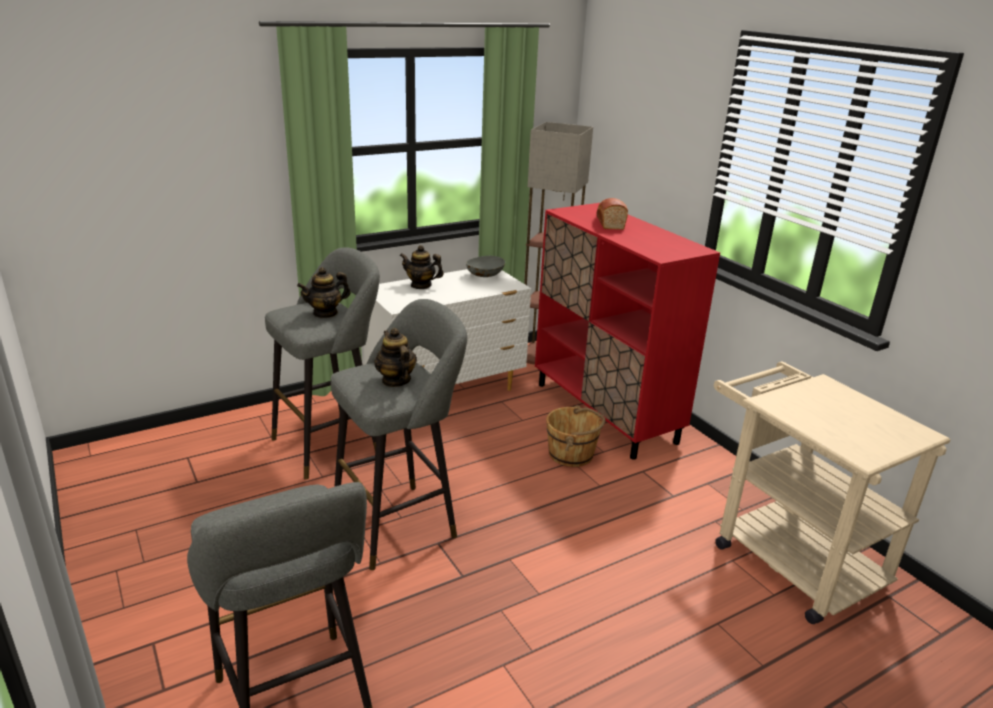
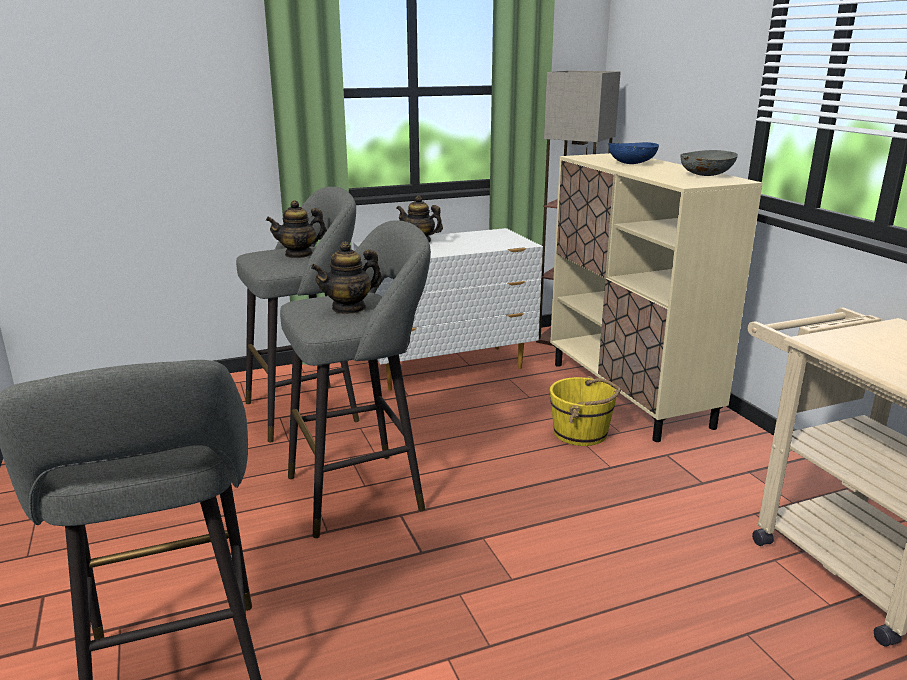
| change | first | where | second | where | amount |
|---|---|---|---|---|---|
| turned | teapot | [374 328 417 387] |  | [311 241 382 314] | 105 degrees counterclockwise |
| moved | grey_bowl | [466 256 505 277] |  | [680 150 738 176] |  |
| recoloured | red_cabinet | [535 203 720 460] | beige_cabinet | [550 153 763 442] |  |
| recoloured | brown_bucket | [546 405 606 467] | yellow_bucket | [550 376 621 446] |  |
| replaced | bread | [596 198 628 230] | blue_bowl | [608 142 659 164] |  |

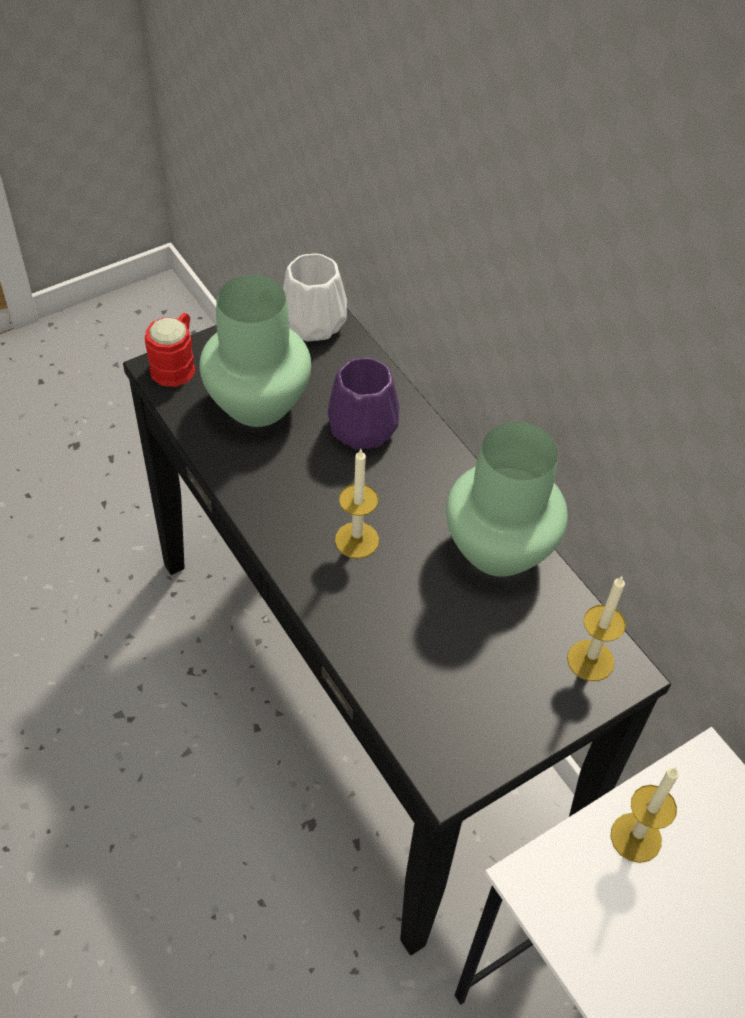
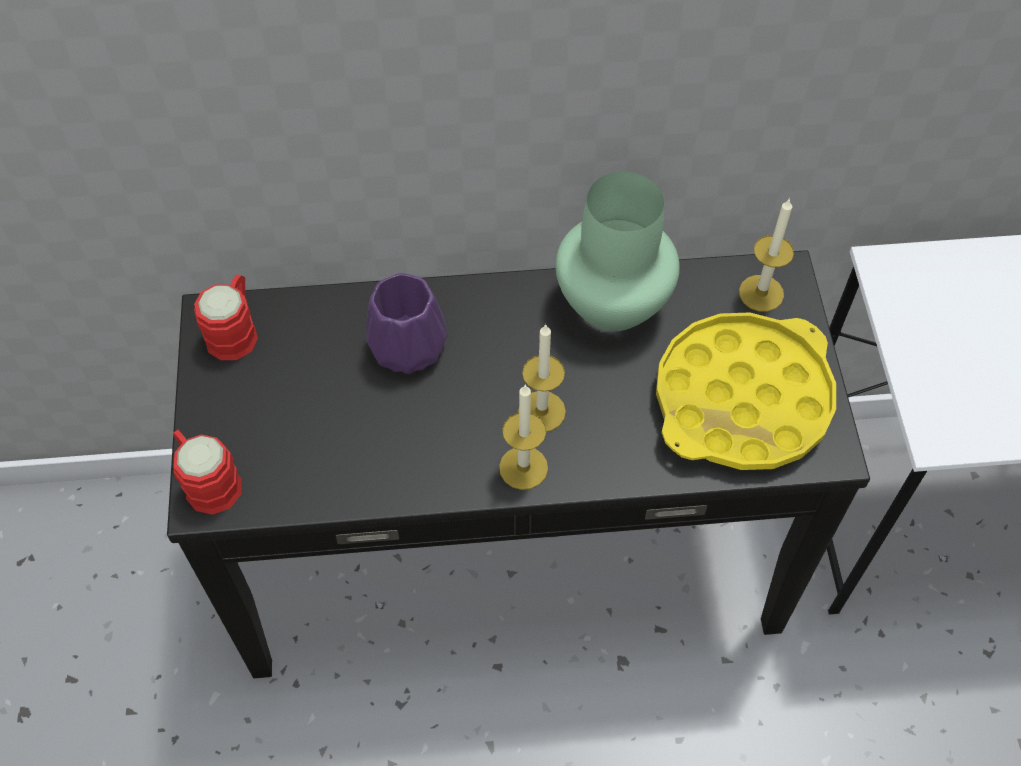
| change | first | where | second | where | amount |
|---|---|---|---|---|---|
| removed | green_vase | [199 275 311 427] |  |  |  |
| replaced | white_vase | [283 253 347 341] | red_mug | [194 274 258 360] |  |
| moved | candle | [611 767 679 863] |  | [499 384 548 490] |  |
| added |  |  | yellow_tray | [656 313 836 470] |  |

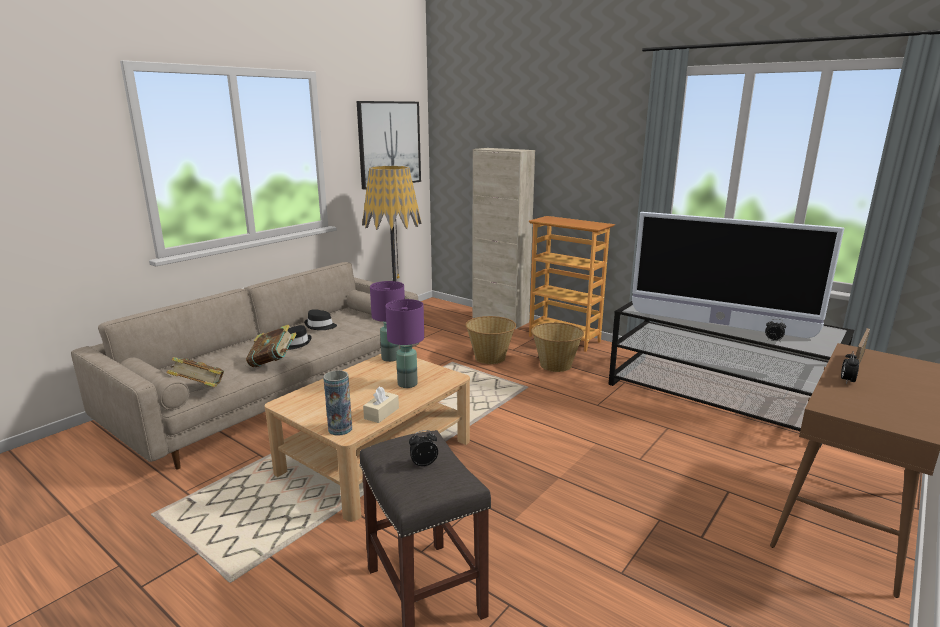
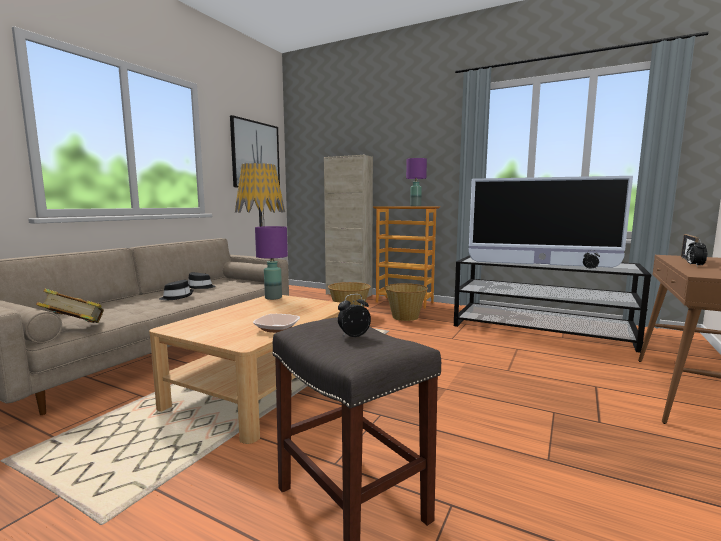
| change | first | where | second | where | amount |
|---|---|---|---|---|---|
| removed | book | [246 325 296 367] |  |  |  |
| removed | vase | [323 370 352 436] |  |  |  |
| replaced | beige_tissue_box | [363 386 399 423] | bowl | [253 314 300 333] |  |
| moved | purple_table_lamp | [386 299 424 388] |  | [406 158 427 206] |  |

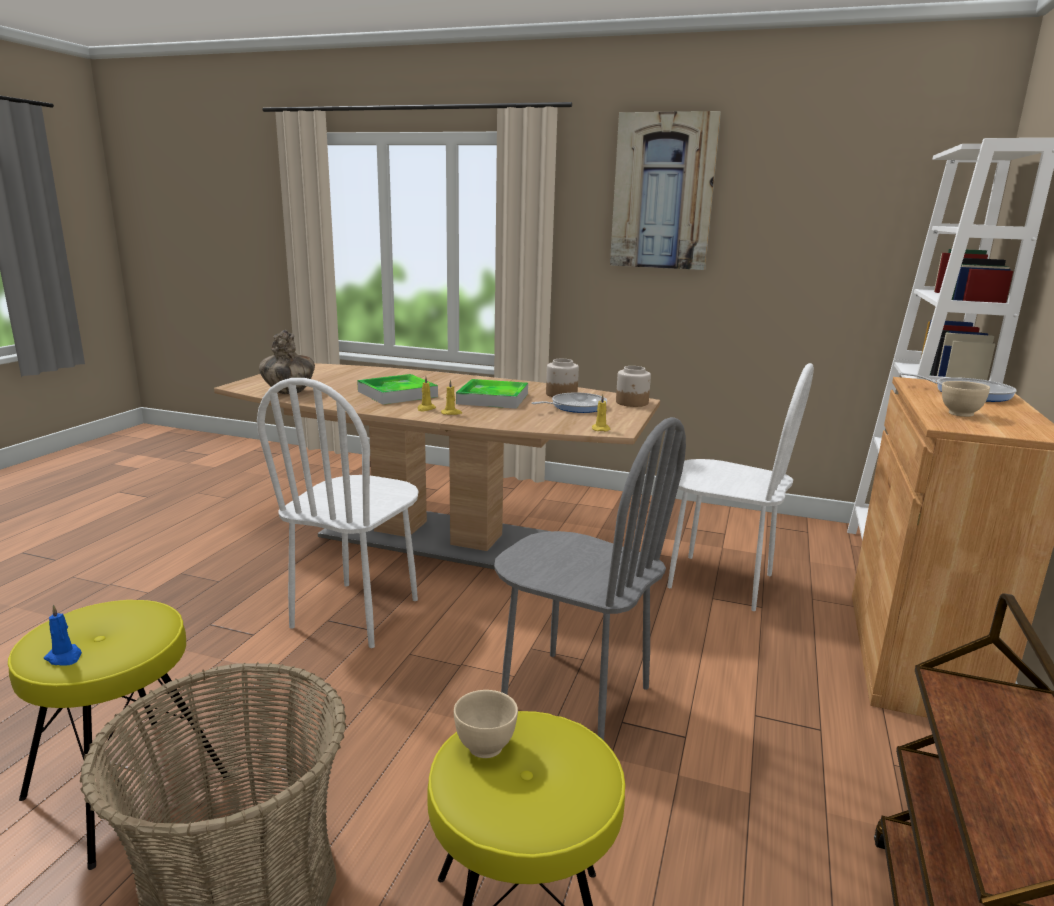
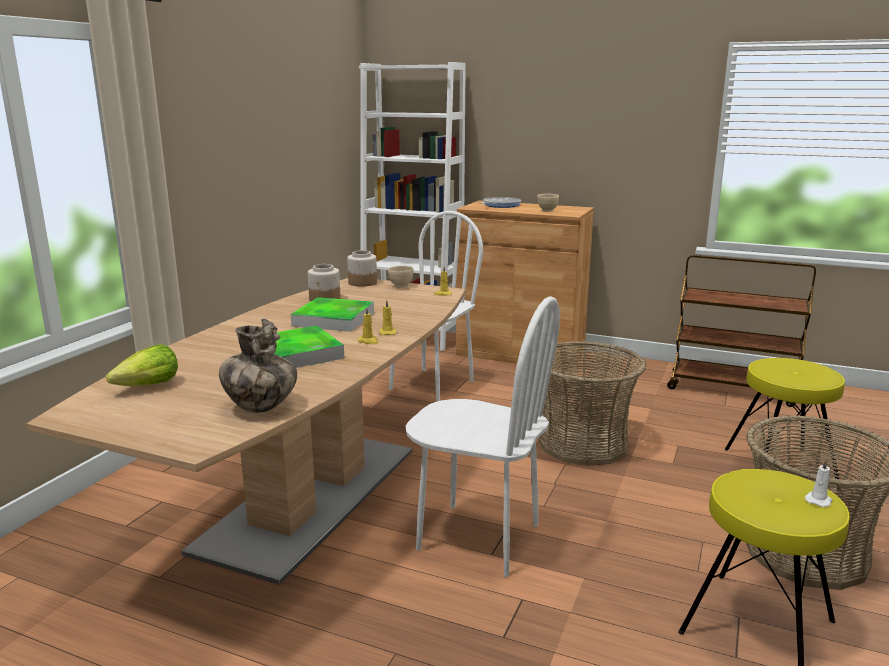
| change | first | where | second | where | amount |
|---|---|---|---|---|---|
| recoloured | blue_candle | [44 605 82 665] | white_candle | [804 459 832 507] |  |
| moved | beige_bowl | [454 690 518 758] |  | [387 266 413 288] |  |
| replaced | grey_chair | [494 417 686 741] | basket | [539 341 646 466] |  |
| removed | frying_pan | [531 392 607 413] |  |  |  |
| removed | picture | [610 111 721 270] |  |  |  |
| added |  |  | lettuce | [106 344 178 386] |  |

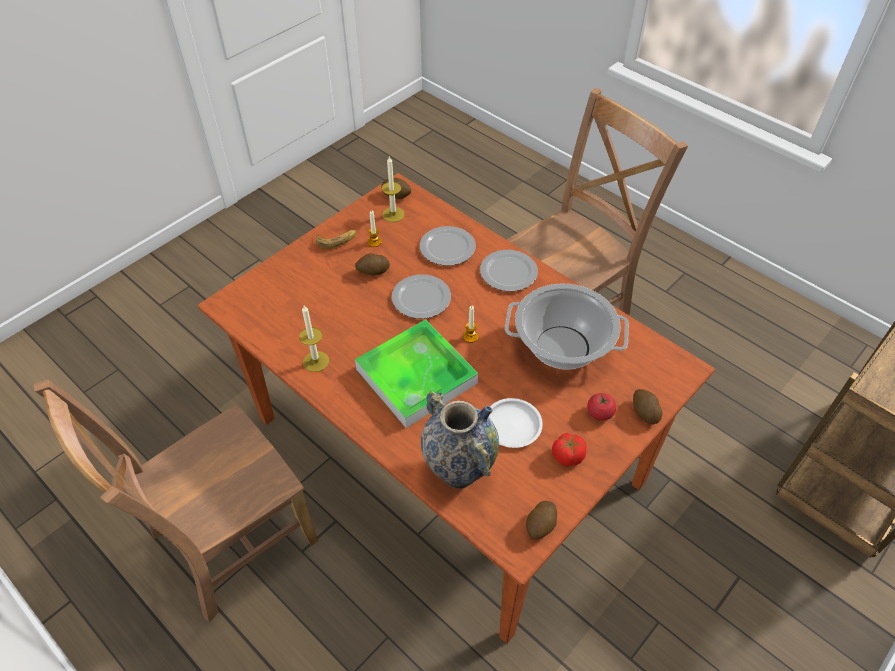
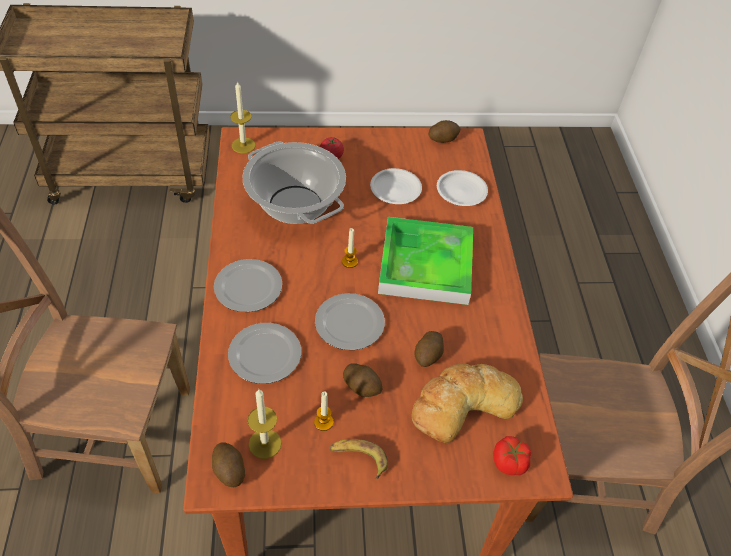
| change | first | where | second | where | amount |
|---|---|---|---|---|---|
| moved | candle | [299 305 329 372] |  | [230 81 255 153] |  |
| replaced | vase | [421 391 499 489] | white_plate | [437 170 488 206] |  |
| moved | tomato | [552 433 586 466] |  | [493 436 531 475] |  |
| moved | potato | [633 389 663 424] |  | [415 331 444 367] |  |
| added |  |  | bread | [411 364 523 443] |  |

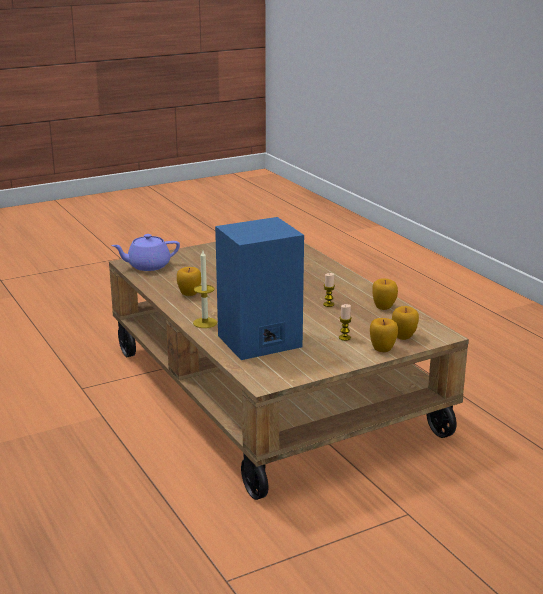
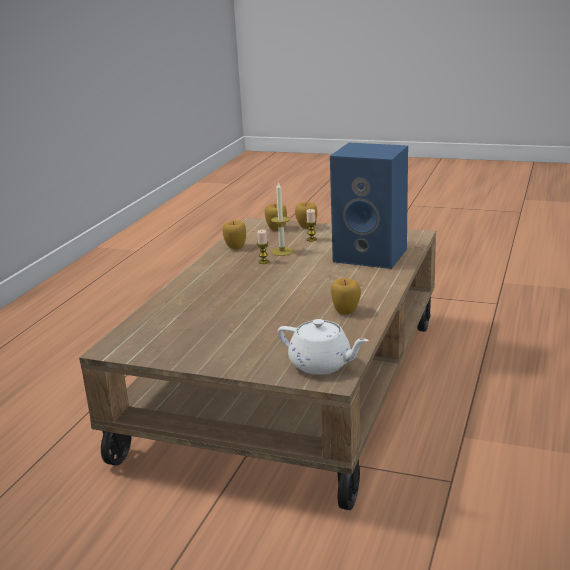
| change | first | where | second | where | amount |
|---|---|---|---|---|---|
| recoloured | purple_teapot | [111 234 180 271] | white_teapot | [278 319 369 375] |  |
| moved | candle | [193 251 217 328] |  | [271 181 293 256] |  |

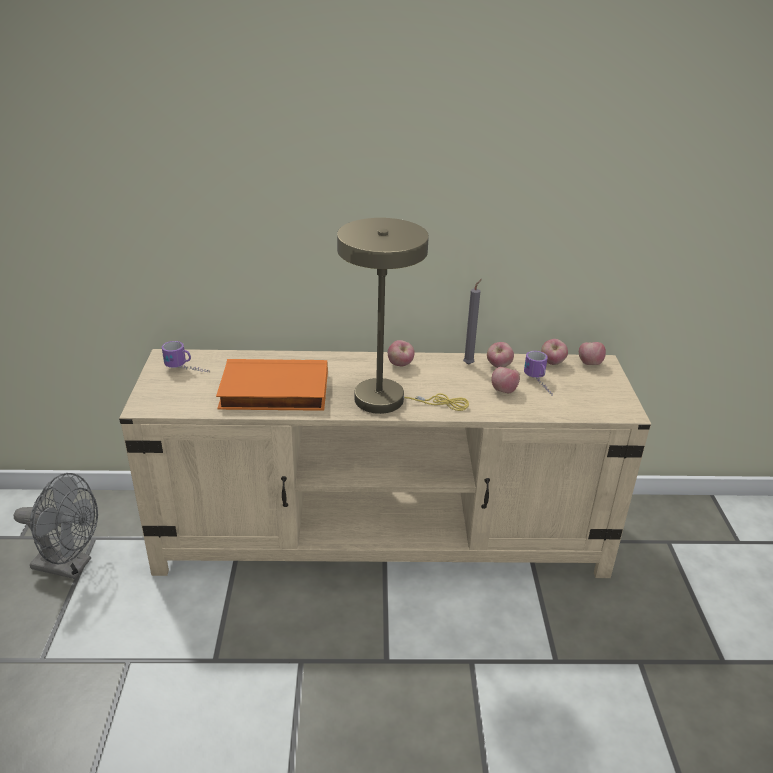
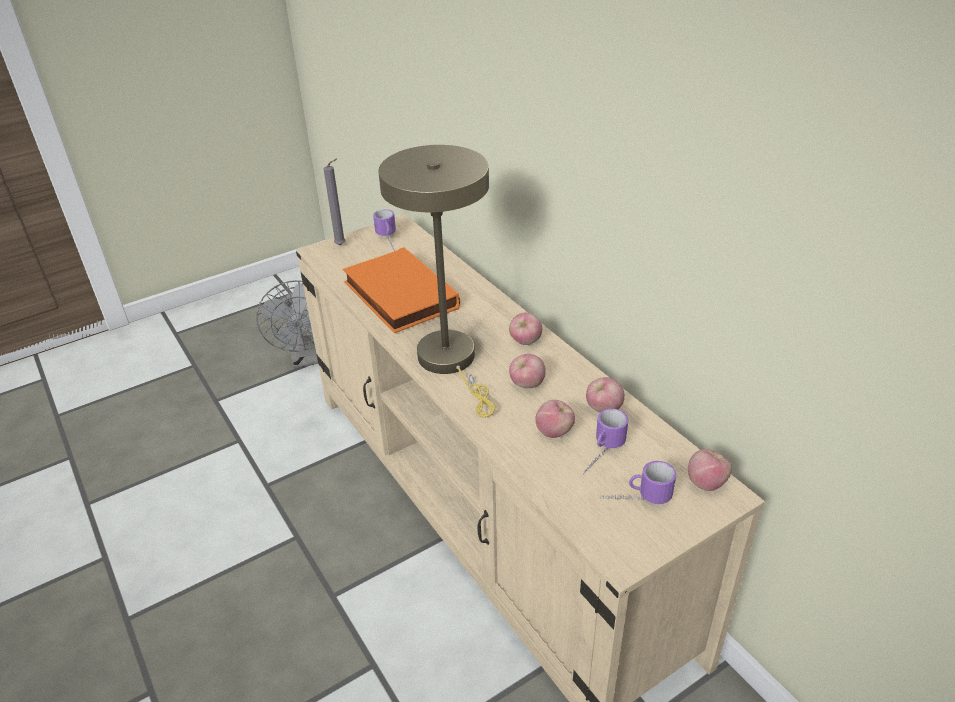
| change | first | where | second | where | amount |
|---|---|---|---|---|---|
| moved | grey_candle | [463 278 482 365] |  | [324 158 346 246] |  |
| moved | apple | [541 339 568 365] |  | [509 354 546 388] |  |
| added |  |  | mug | [600 461 676 504] |  |

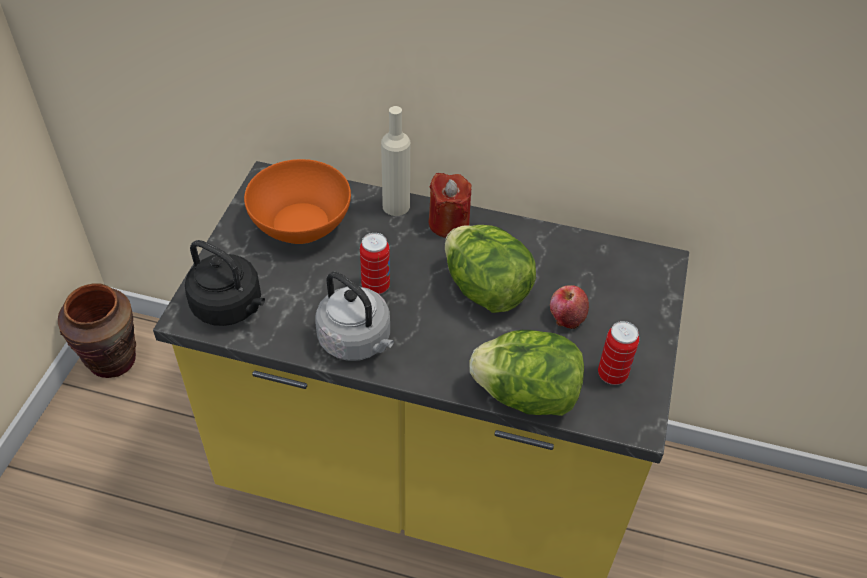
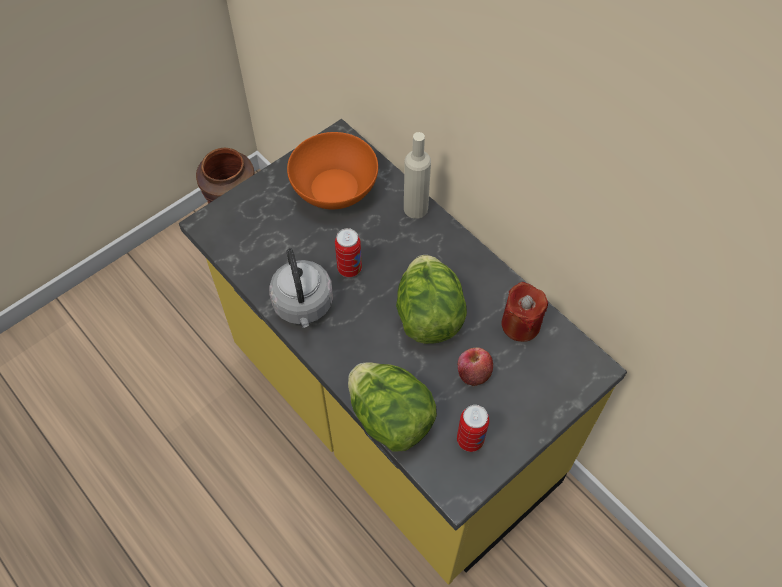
| change | first | where | second | where | amount |
|---|---|---|---|---|---|
| removed | black_kettle | [185 240 265 326] |  |  |  |
| moved | red_candle | [429 173 471 238] |  | [501 282 548 342] |  |

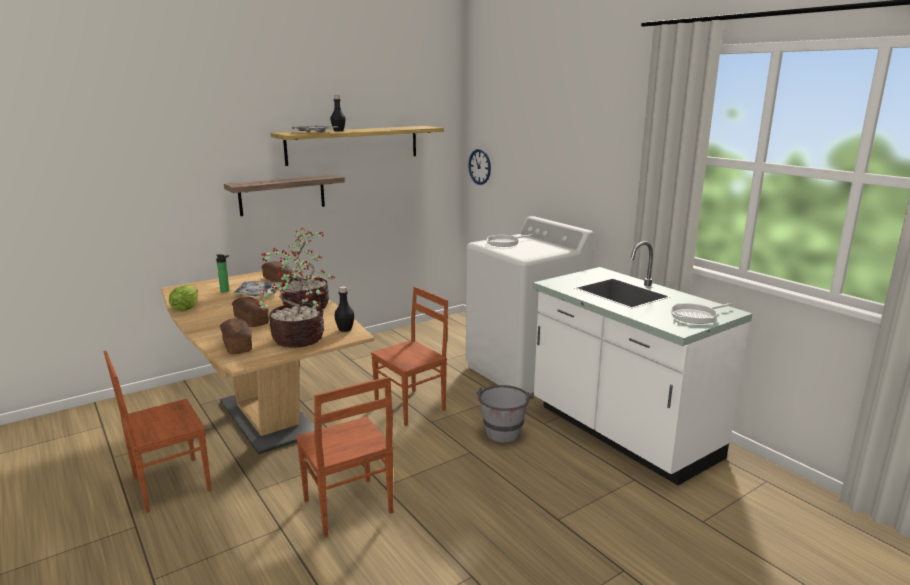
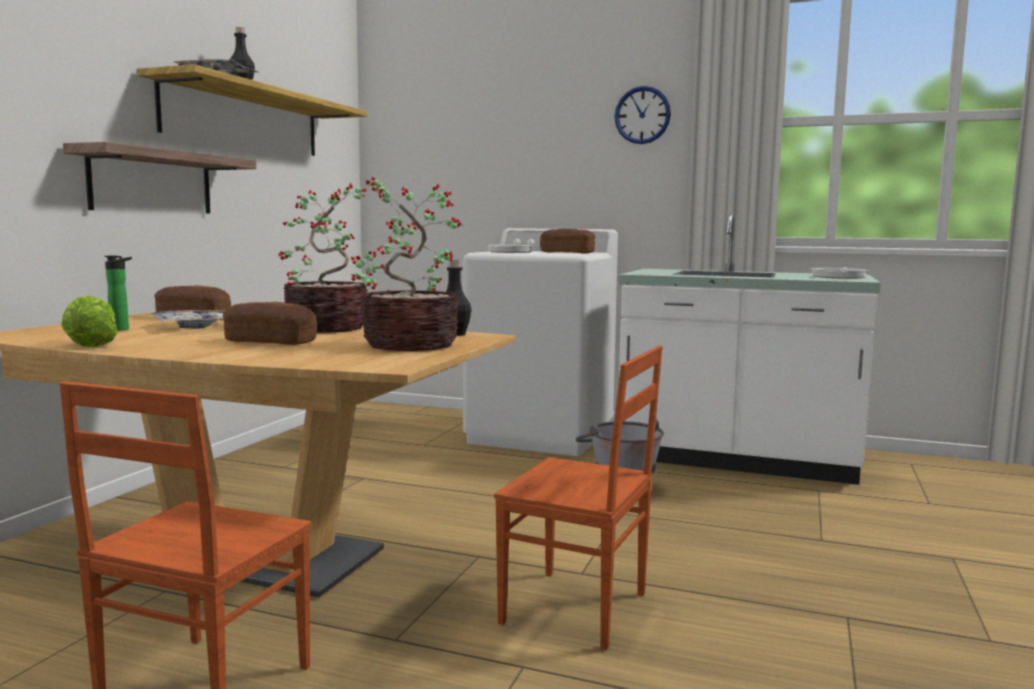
| change | first | where | second | where | amount |
|---|---|---|---|---|---|
| moved | bread | [220 318 252 354] |  | [540 229 595 254] |  |
| removed | brown_chair | [371 286 448 426] |  |  |  |
| moved | wall_clock | [468 149 491 185] |  | [614 86 671 144] |  |

